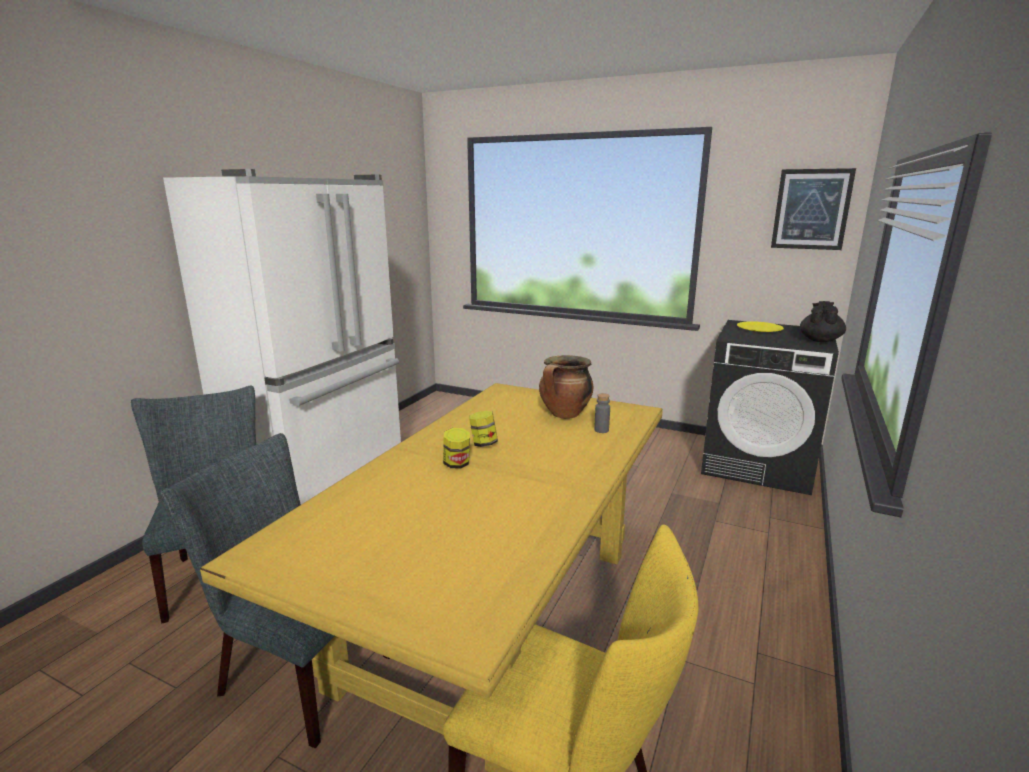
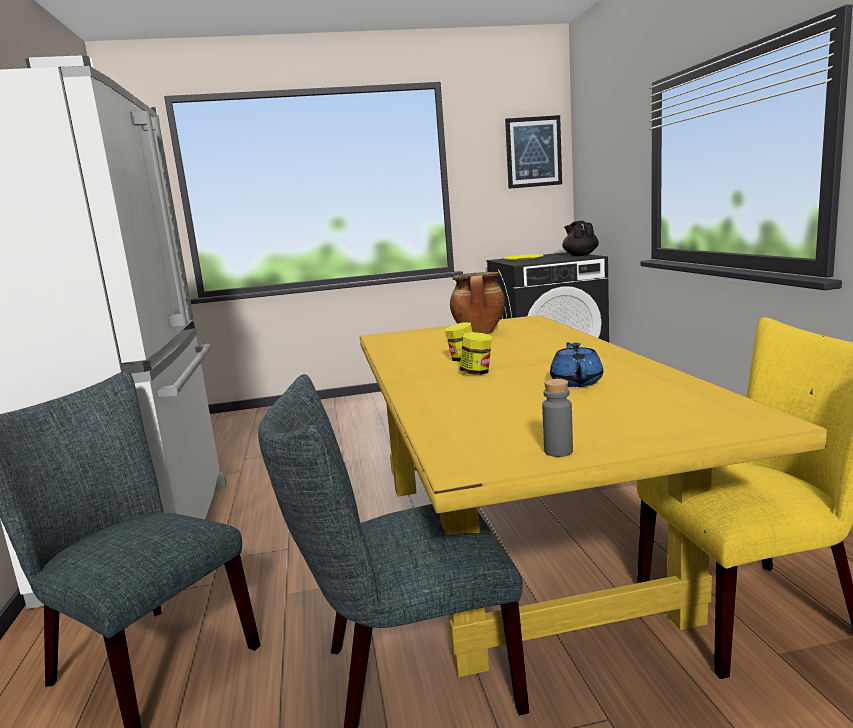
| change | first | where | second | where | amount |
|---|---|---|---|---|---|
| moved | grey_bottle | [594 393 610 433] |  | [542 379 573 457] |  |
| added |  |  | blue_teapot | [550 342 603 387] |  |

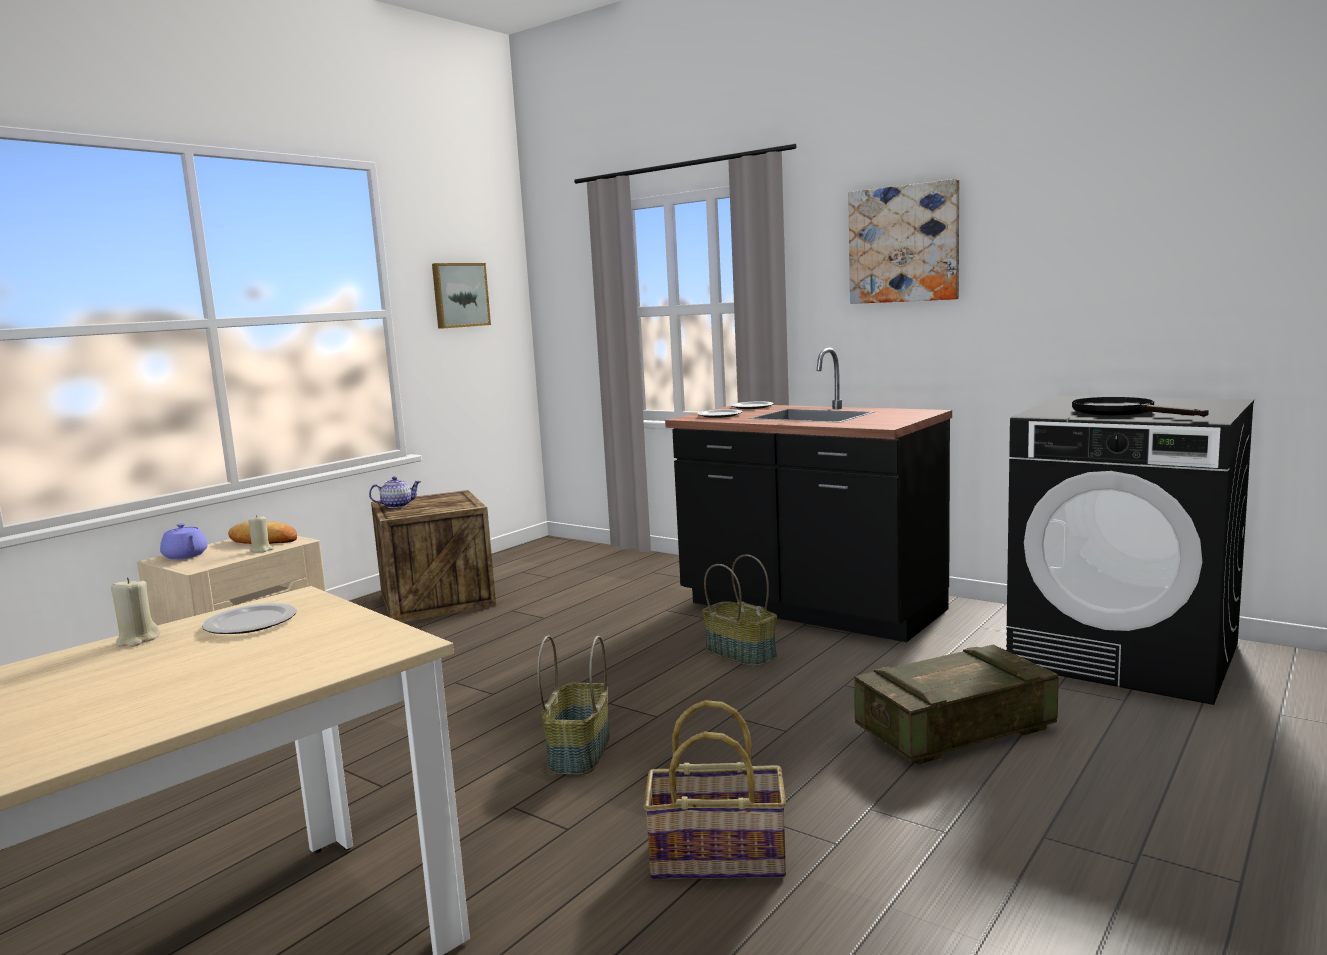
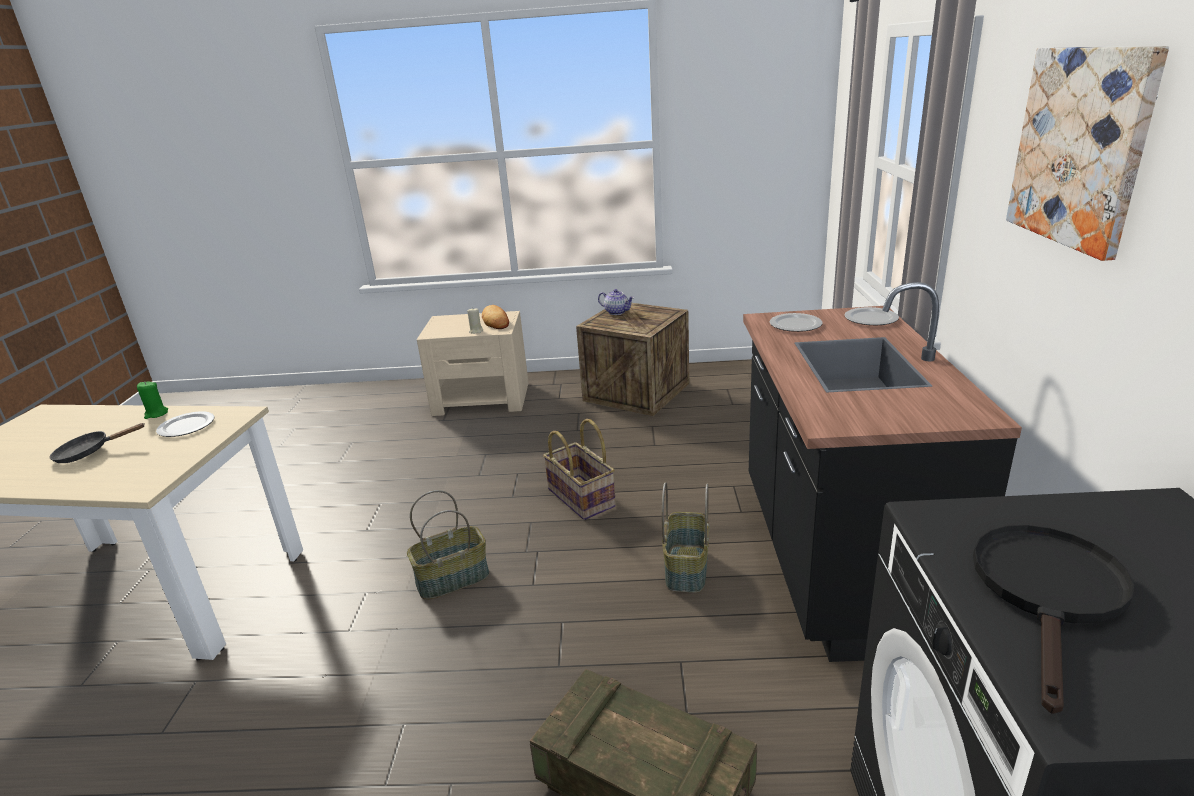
| change | first | where | second | where | amount |
|---|---|---|---|---|---|
| recoloured | beige_candle | [111 577 160 647] | green_candle | [137 381 168 419] |  |
| removed | purple_teapot | [160 523 208 560] |  |  |  |
| removed | picture | [432 263 491 329] |  |  |  |
| moved | basket | [644 700 786 880] |  | [543 419 616 520] |  |
| added |  |  | black_frying_pan | [50 423 145 463] |  |

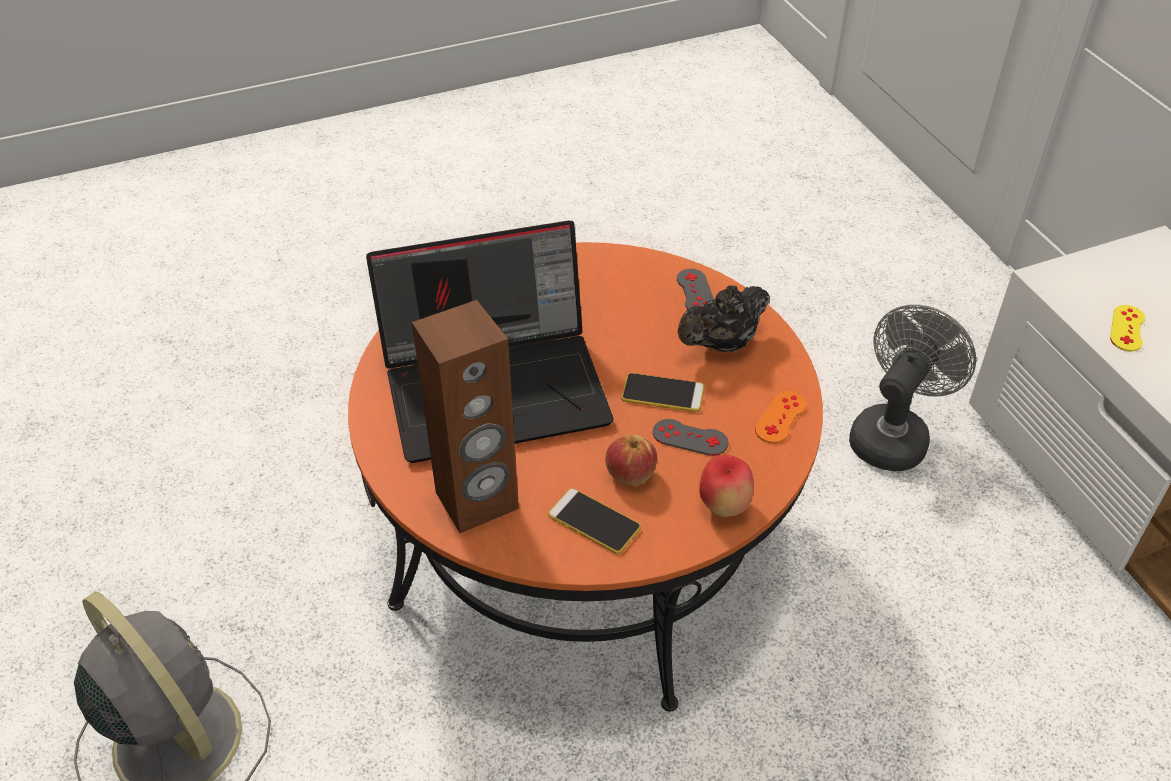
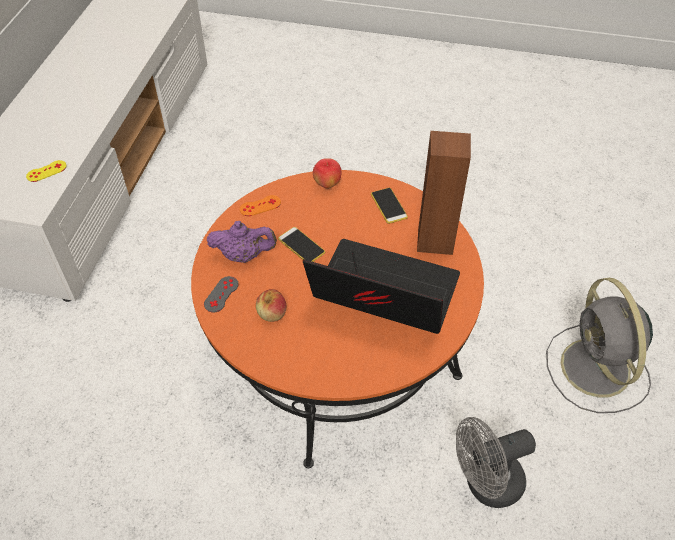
| change | first | where | second | where | amount |
|---|---|---|---|---|---|
| moved | apple | [605 435 657 486] |  | [256 289 286 322] |  |
| removed | grey_game_controller | [653 419 729 456] |  |  |  |
| recoloured | black_teapot | [678 286 770 352] | purple_teapot | [207 221 277 263] |  |
| moved | grey_fan | [849 305 976 471] |  | [456 417 536 508] |  |

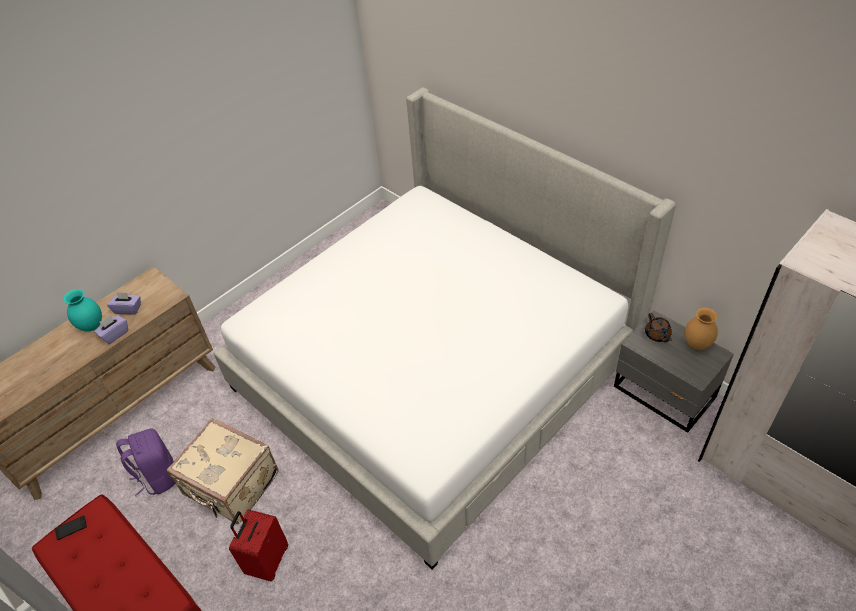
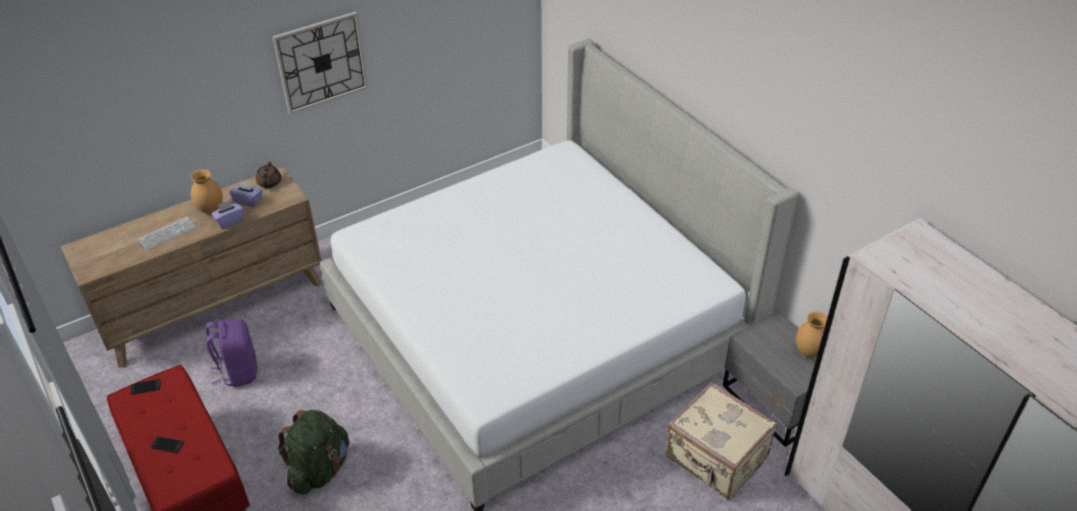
| change | first | where | second | where | amount |
|---|---|---|---|---|---|
| recoloured | turquoise_vase | [63 289 102 332] | brown_vase | [190 169 223 214] |  |
| moved | beige_suitcase | [167 418 278 524] |  | [666 382 777 500] |  |
| replaced | red_suitcase | [229 509 288 581] | green_backpack | [277 410 349 495] |  |
| moved | brown_teapot | [645 313 672 342] |  | [256 162 281 188] |  |
| added |  |  | keyboard | [138 217 196 250] |  |
| added |  |  | phone | [151 436 184 453] |  |
| added |  |  | wall_clock | [272 11 368 115] |  |

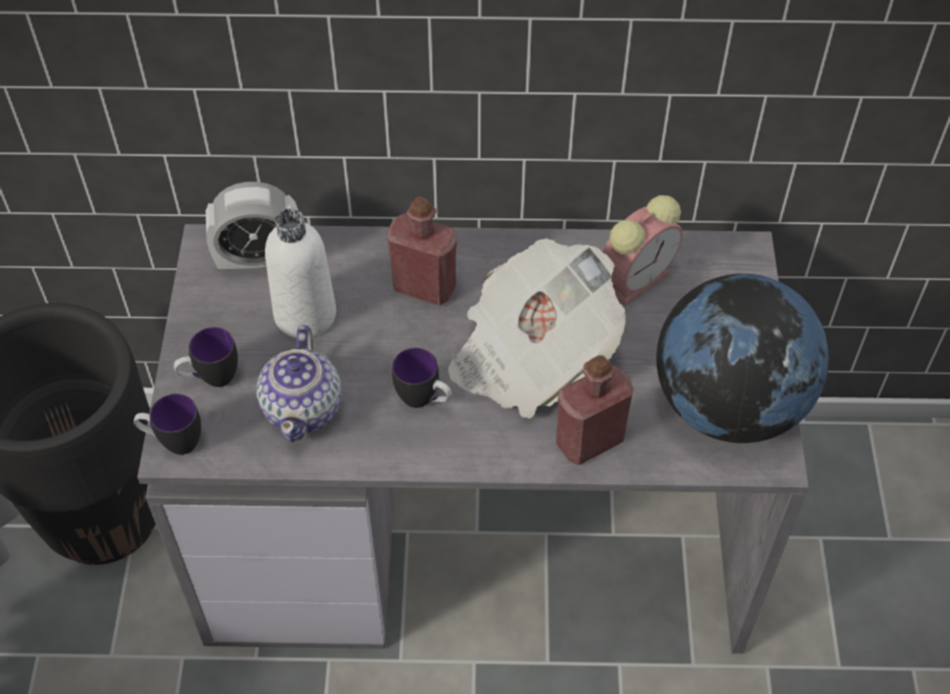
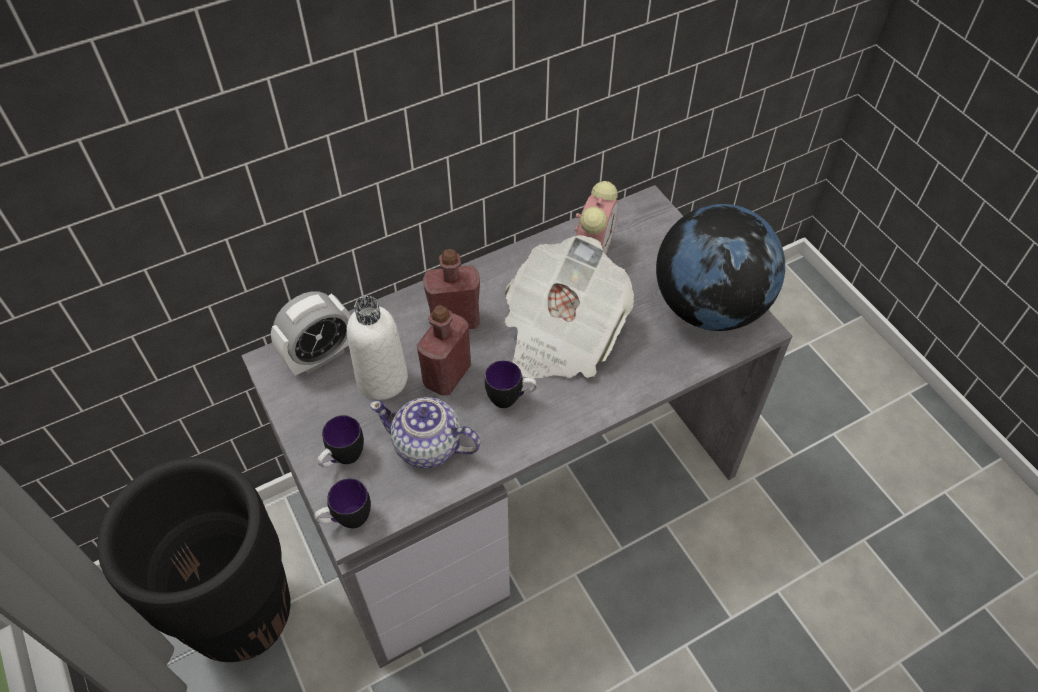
| change | first | where | second | where | amount |
|---|---|---|---|---|---|
| turned | teapot | [257 325 341 442] |  | [369 397 481 468] | 135 degrees clockwise |
| moved | red_bottle | [556 355 633 465] |  | [417 305 471 395] |  |

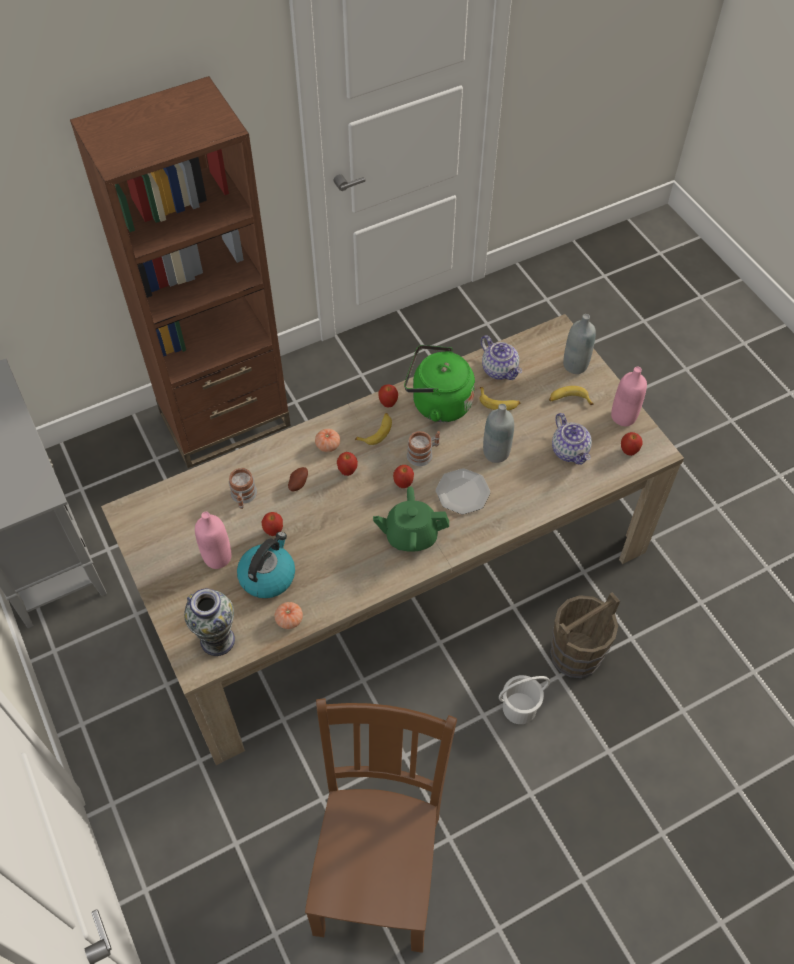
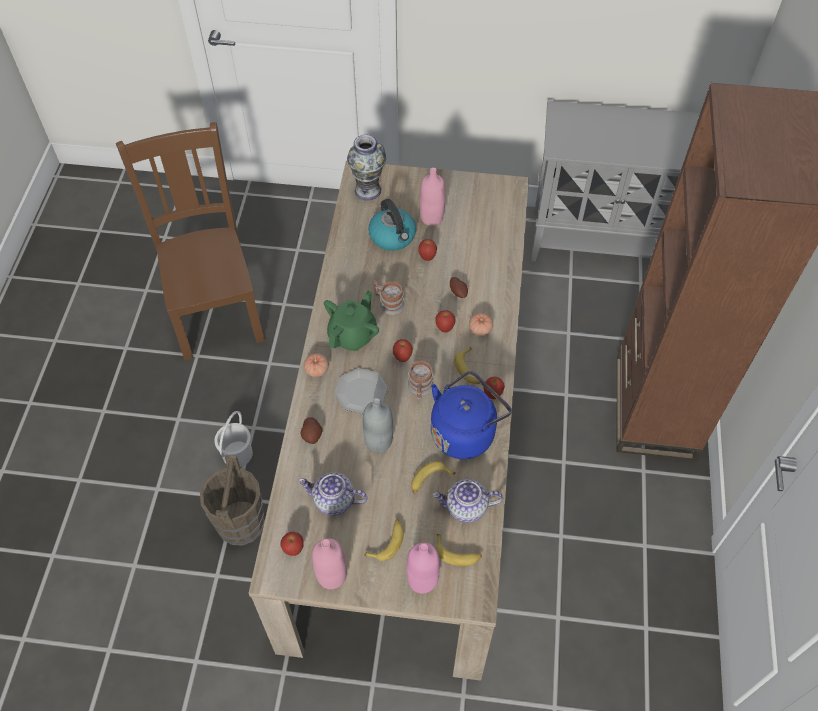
| change | first | where | second | where | amount |
|---|---|---|---|---|---|
| moved | mug | [229 468 257 509] |  | [374 280 404 315] |  |
| moved | tomato | [275 602 303 629] |  | [304 353 329 377] |  |
| turned | brown_chair | [305 698 457 953] |  | [116 122 265 360] | 150 degrees counterclockwise |
| recoloured | green_kettle | [404 345 475 422] | blue_kettle | [431 371 512 459] |  |
| recoloured | grey_bottle | [563 314 596 374] | pink_bottle | [407 543 440 594] |  |
| added |  |  | potato | [300 418 322 444] |  |
| added |  |  | banana | [435 534 482 566] |  |

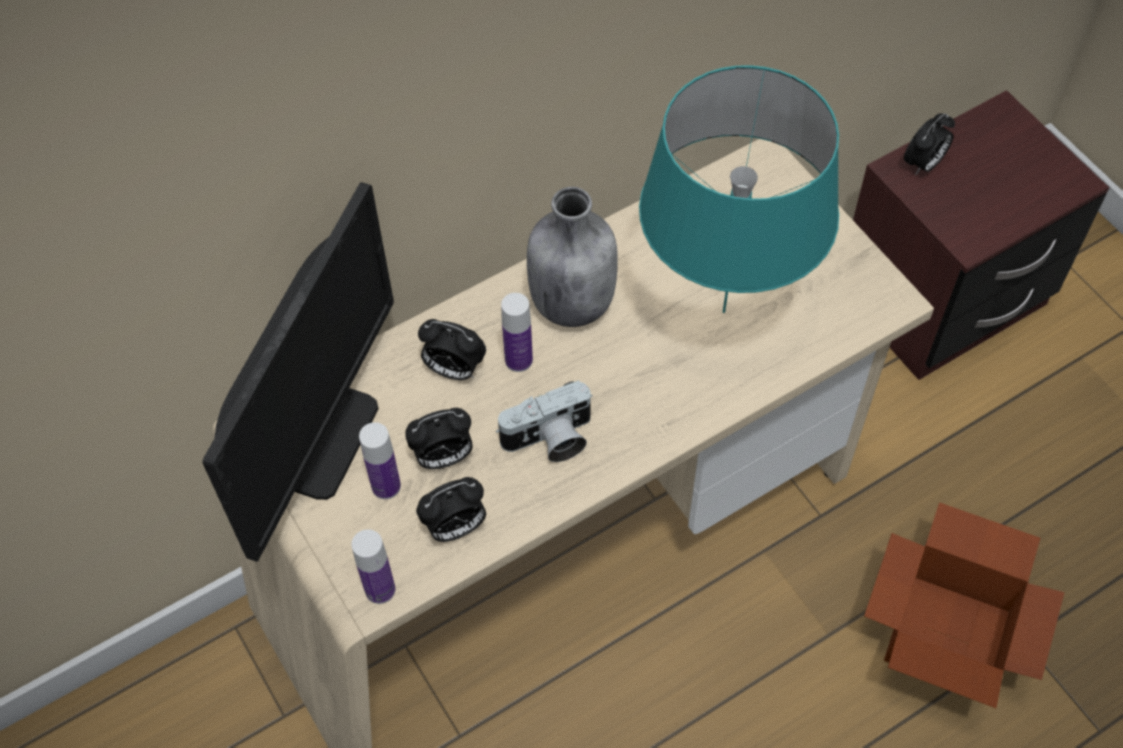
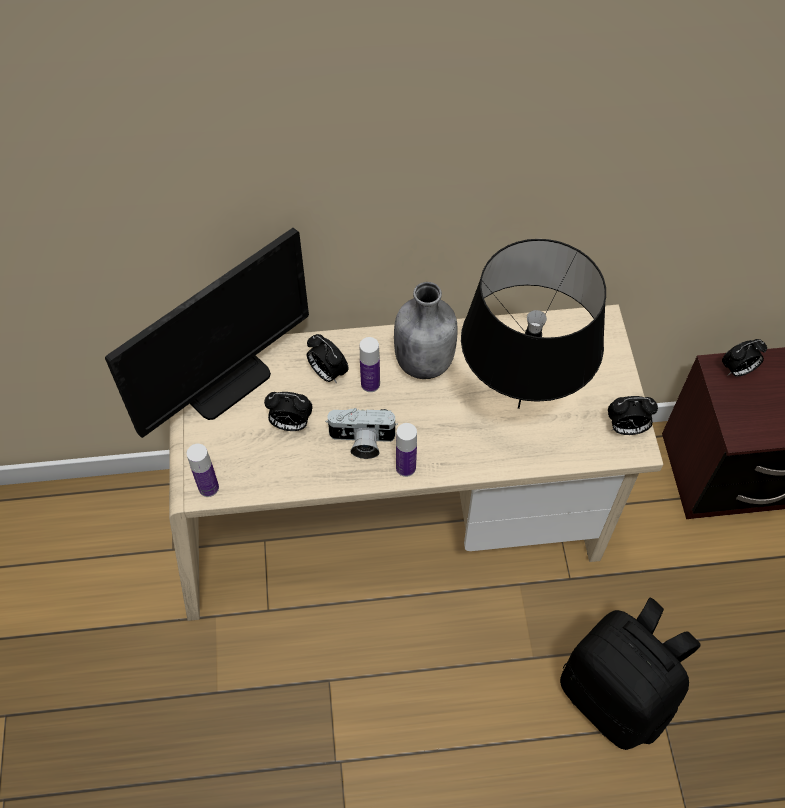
| change | first | where | second | where | amount |
|---|---|---|---|---|---|
| moved | bottle | [359 422 401 499] |  | [396 423 417 477] |  |
| moved | alarm_clock | [416 477 486 542] |  | [608 396 658 435] |  |
| recoloured | turquoise_table_lamp | [639 65 839 313] | black_table_lamp | [461 239 606 409] |  |
| replaced | cardboard_box | [864 502 1065 708] | black_backpack | [560 597 701 750] |  |

